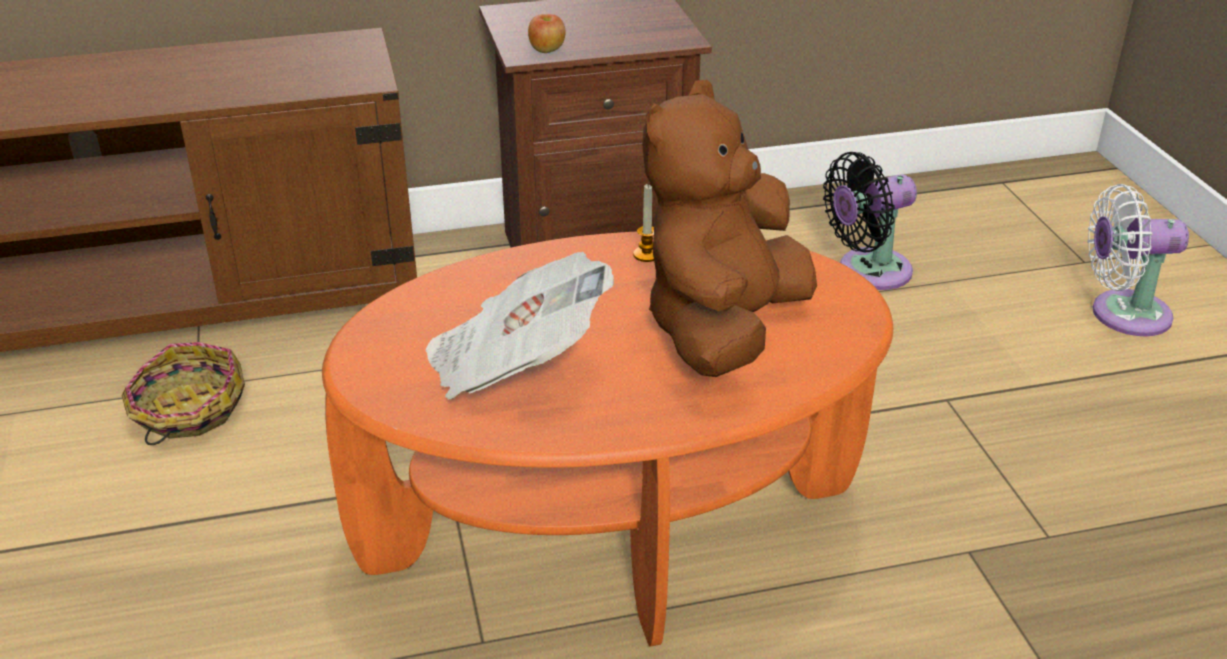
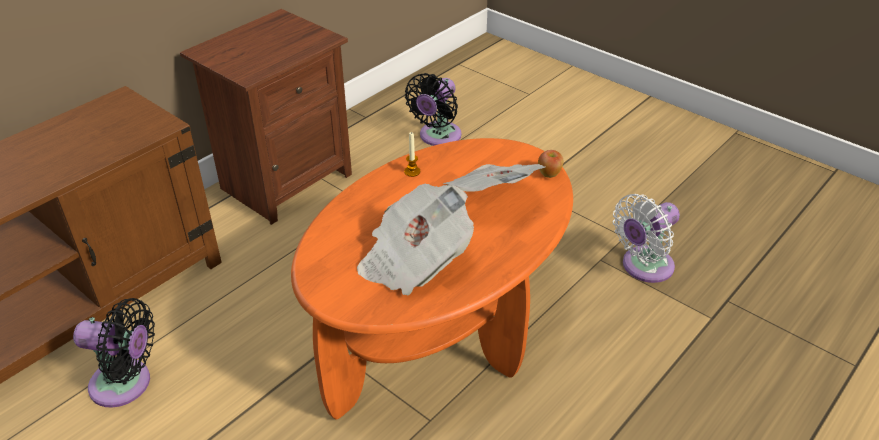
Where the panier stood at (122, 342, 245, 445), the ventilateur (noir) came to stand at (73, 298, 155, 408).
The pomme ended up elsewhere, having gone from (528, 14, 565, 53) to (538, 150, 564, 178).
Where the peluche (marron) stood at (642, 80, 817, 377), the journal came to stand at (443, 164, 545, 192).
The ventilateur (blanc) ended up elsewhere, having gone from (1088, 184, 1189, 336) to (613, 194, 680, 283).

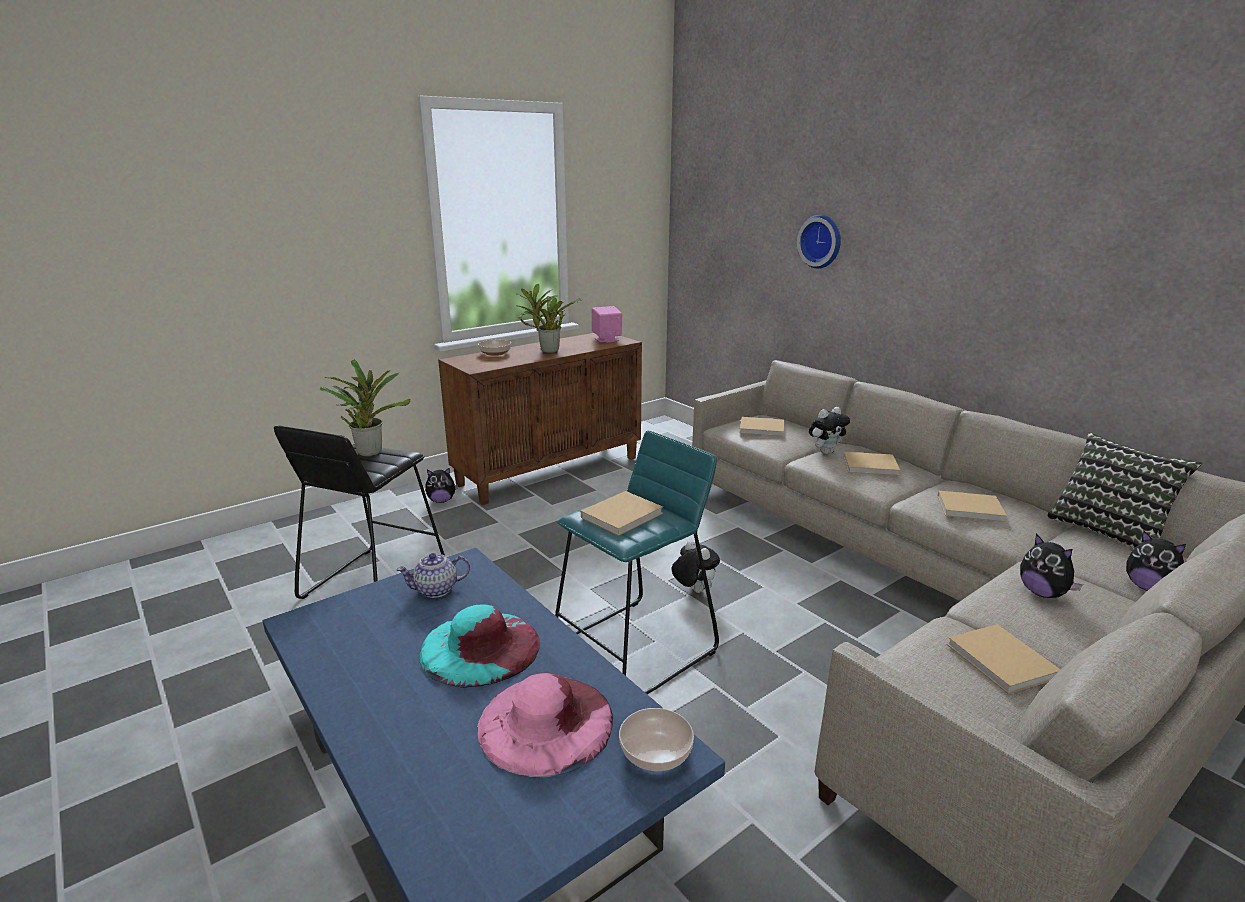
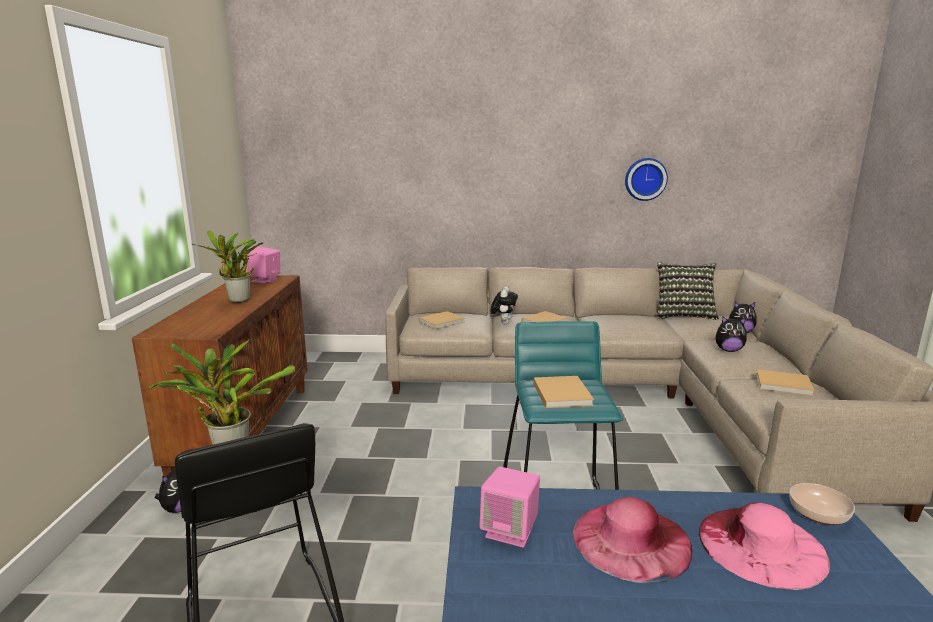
Where the théière stood at (396, 553, 470, 598), the enceinte (rose) came to stand at (479, 467, 540, 547).
What was the chapeau (turquoise) at (419, 604, 540, 688) turned into the chapeau (rose) at (573, 497, 692, 583).
The second view lost the bol at (478, 340, 511, 356).
The second view lost the peluche at (671, 540, 720, 593).
The horloge murale ended up elsewhere, having gone from (797, 215, 841, 269) to (625, 158, 668, 201).
The second view lost the livre (beige) at (937, 490, 1007, 522).

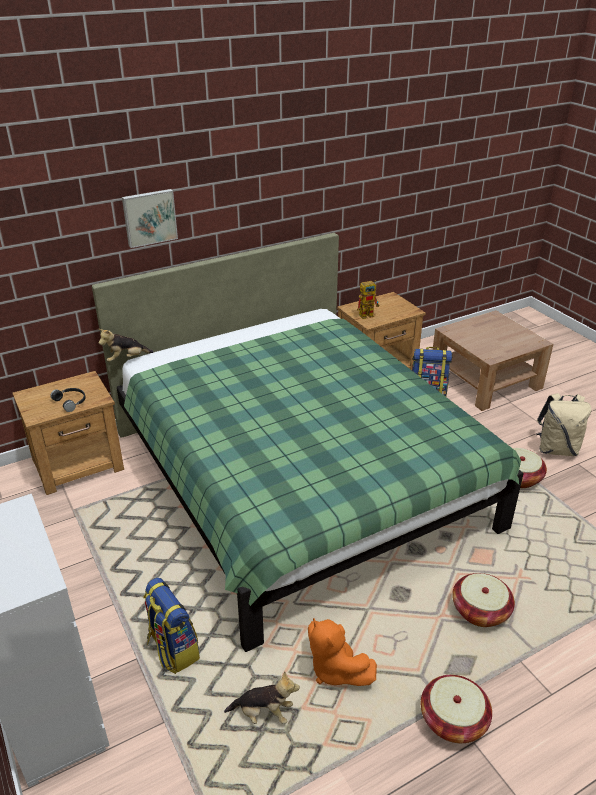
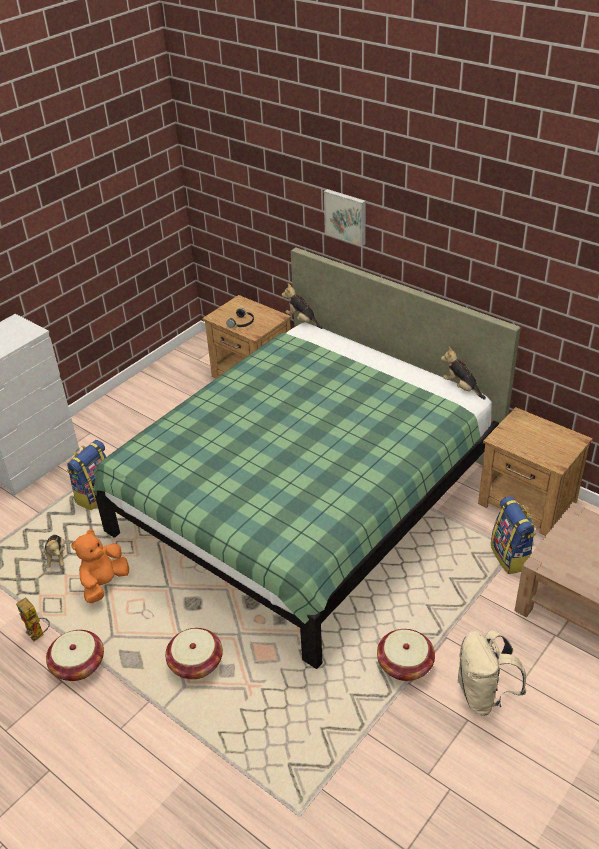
The robot jouet ended up elsewhere, having gone from (357, 280, 380, 319) to (16, 597, 50, 641).
The second view gained the peluche at (441, 346, 486, 399).

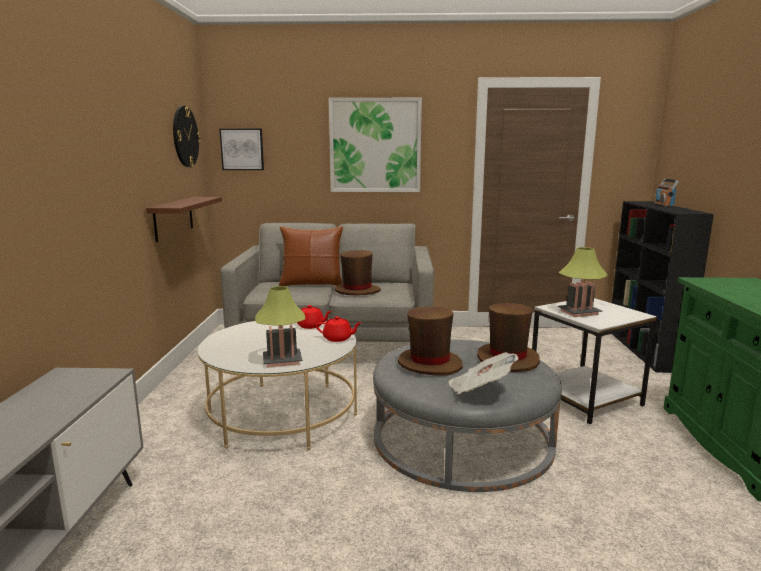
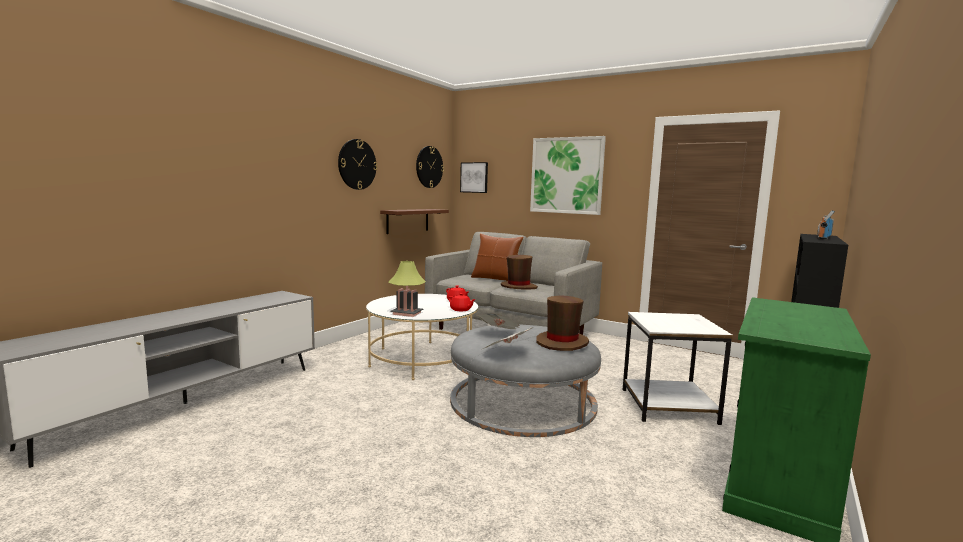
Where the chapeau (marron) stood at (398, 307, 463, 376), the journal came to stand at (476, 313, 520, 329).
The second view lost the lampe de table at (558, 247, 608, 317).
The second view gained the horloge murale at (338, 139, 377, 190).

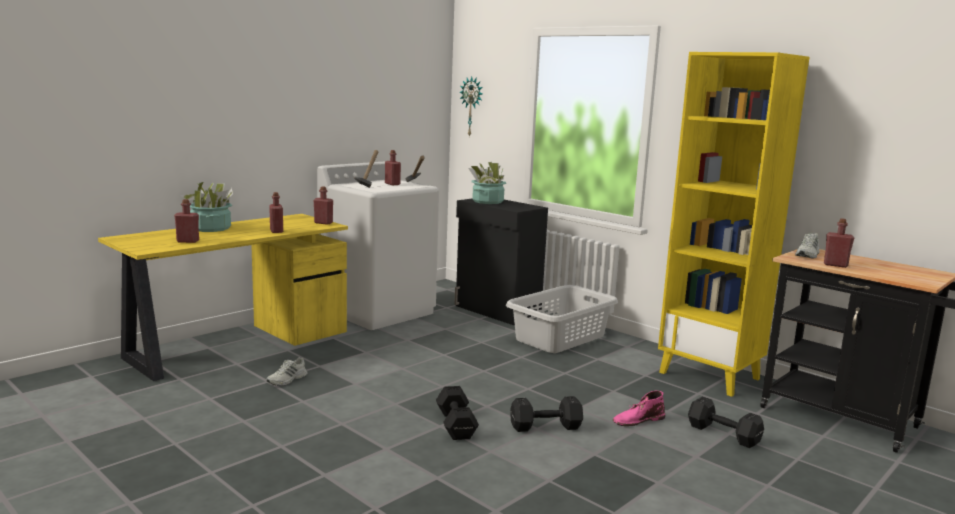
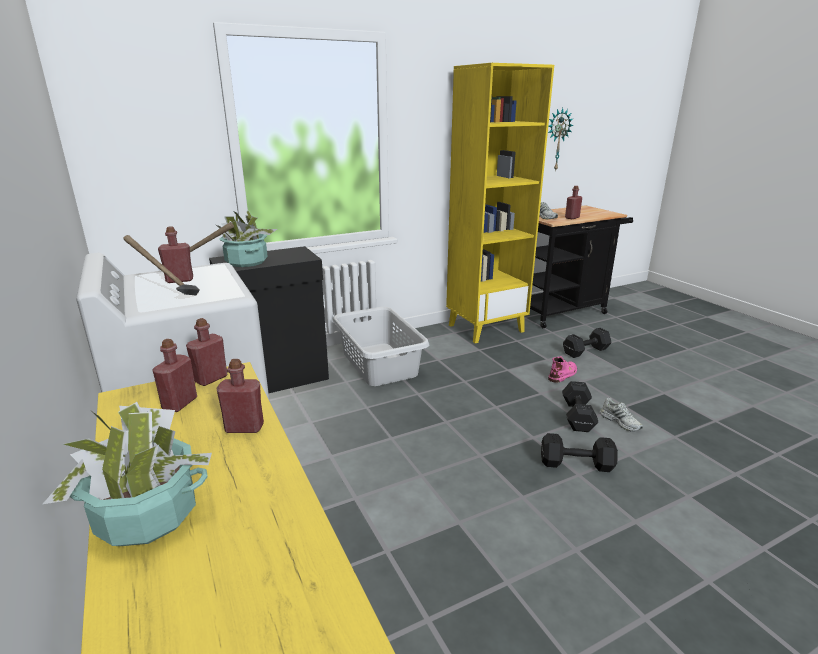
The bouteille (rouge) ended up elsewhere, having gone from (174, 199, 199, 243) to (152, 339, 197, 412).
The chaussure (blanc) ended up elsewhere, having gone from (266, 357, 308, 386) to (600, 398, 643, 432).
The horloge murale ended up elsewhere, having gone from (459, 76, 483, 137) to (548, 108, 574, 172).
The botte (rose) at (613, 391, 665, 426) ended up facing another way, 135 degrees counterclockwise from before.

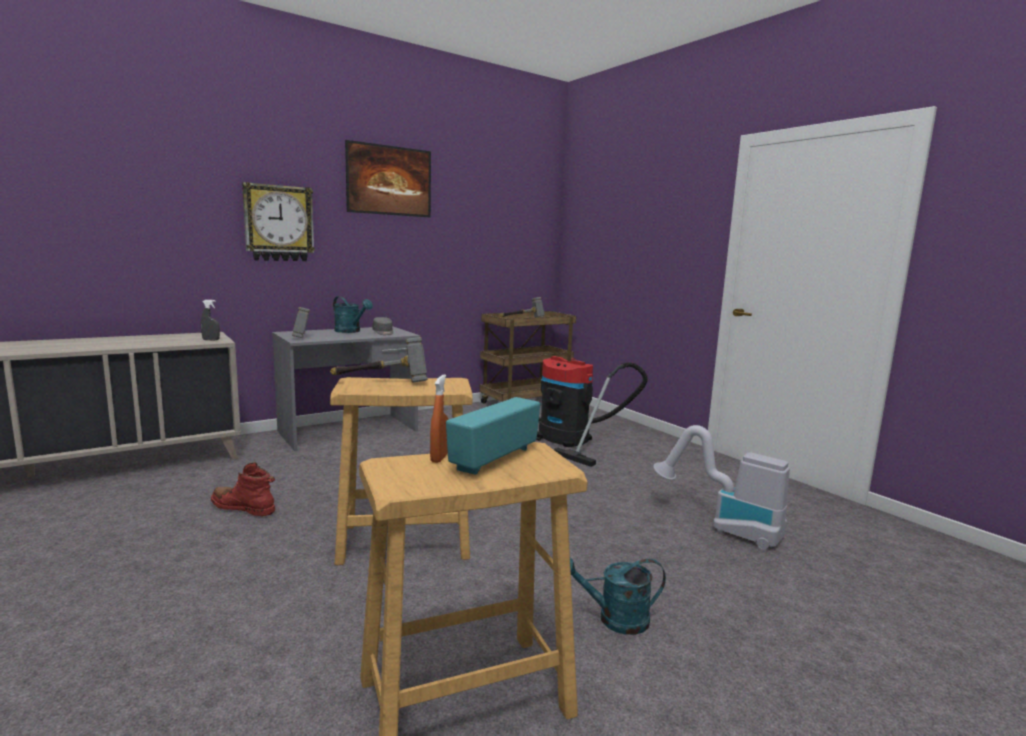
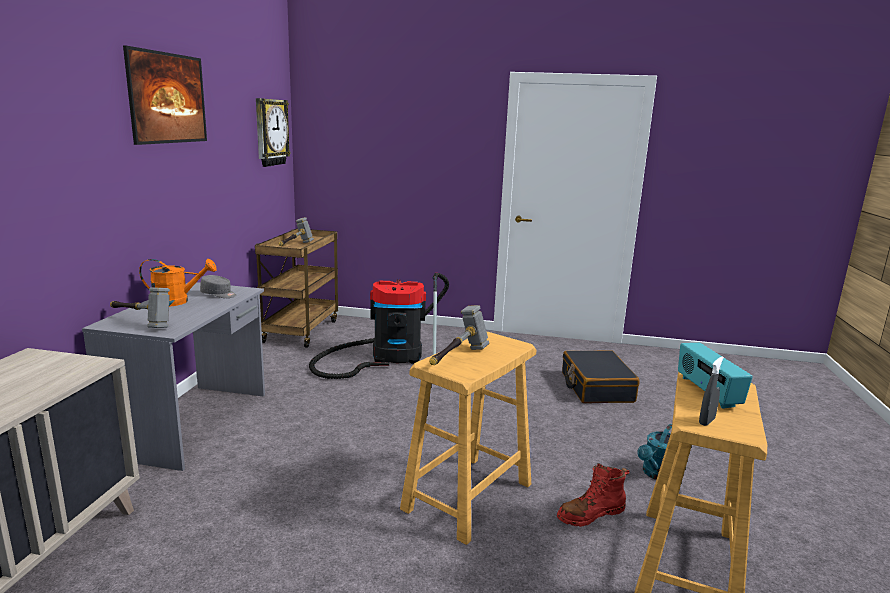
The vaporisateur (gris) ended up elsewhere, having gone from (201, 300, 220, 341) to (699, 357, 724, 426).
The botte (rouge) ended up elsewhere, having gone from (211, 463, 275, 516) to (557, 463, 630, 527).
The horloge murale ended up elsewhere, having gone from (242, 182, 315, 261) to (256, 98, 291, 167).
What was the arrosoir (turquoise) at (333, 296, 373, 333) turned into the arrosoir (orange) at (139, 259, 217, 307).
The second view lost the vaporisateur (orange) at (430, 374, 448, 463).
Where the aspirateur stood at (653, 425, 790, 550), the valise (noir) came to stand at (562, 350, 639, 403).

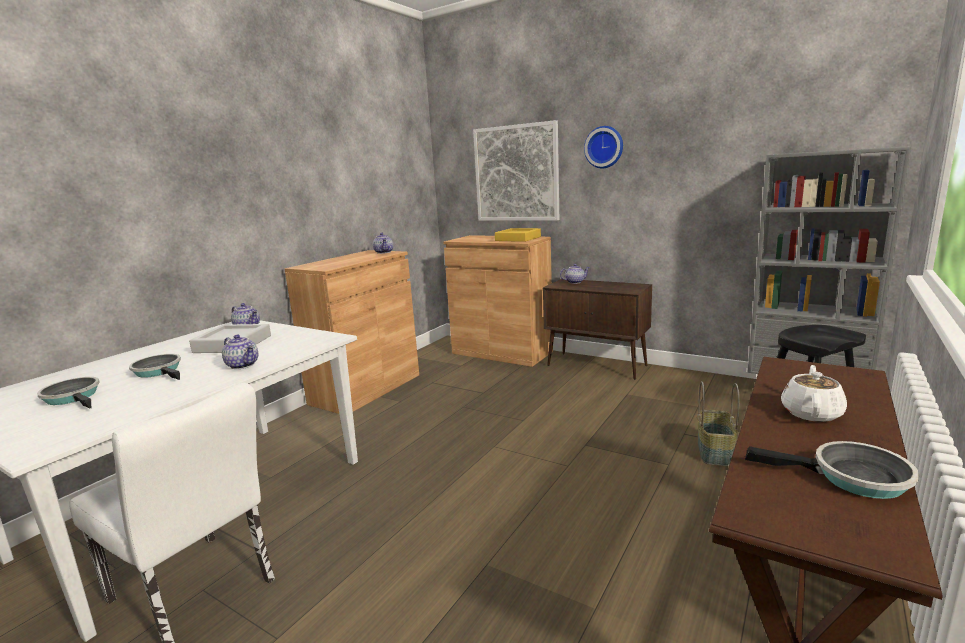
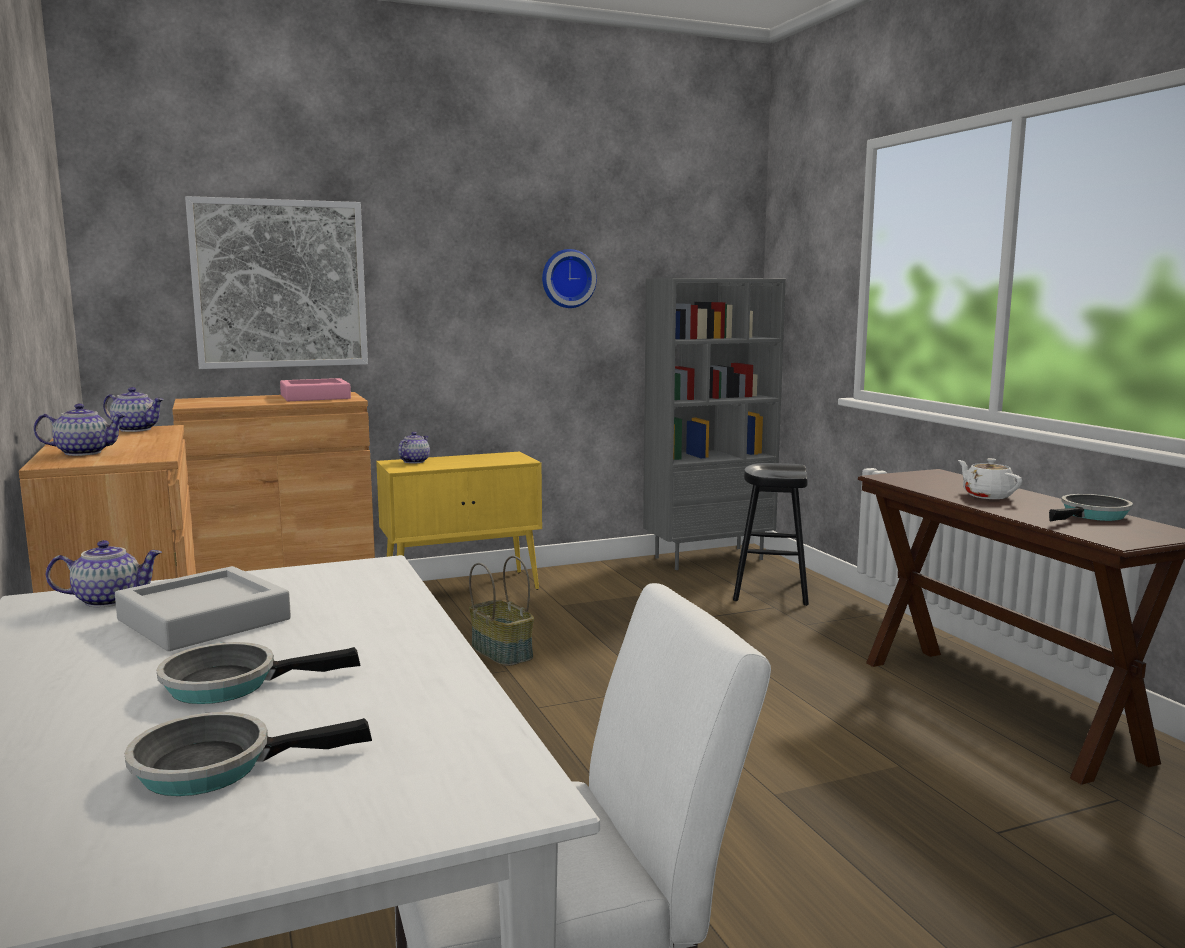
The théière ended up elsewhere, having gone from (222, 335, 258, 369) to (34, 404, 127, 456).
What was the plateau (jaune) at (495, 228, 541, 242) turned into the plateau (rose) at (280, 378, 351, 401).
What was the meuble de rangement (marron) at (543, 279, 652, 380) turned into the meuble de rangement (jaune) at (376, 452, 542, 590).
The horloge murale ended up elsewhere, having gone from (584, 126, 623, 169) to (542, 249, 597, 308).
The panier ended up elsewhere, having gone from (697, 381, 740, 466) to (469, 556, 534, 666).

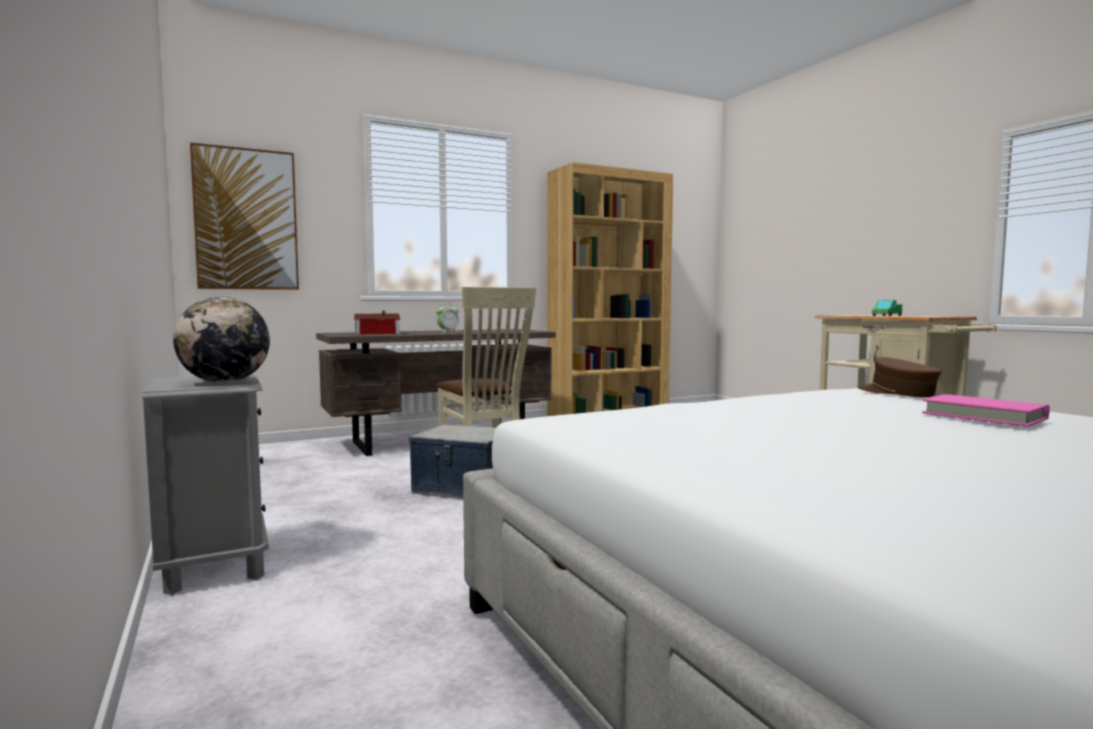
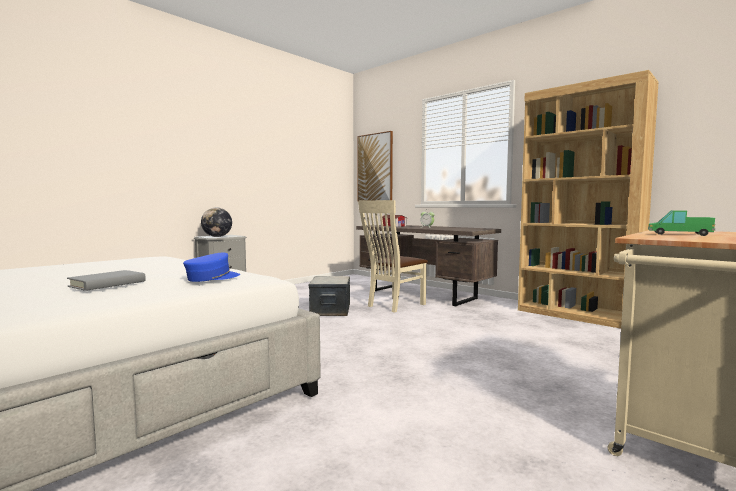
What was the casquette (marron) at (858, 357, 942, 397) turned into the casquette (bleu) at (183, 253, 240, 282).
What was the livre (rose) at (922, 394, 1050, 427) turned into the livre (gris) at (67, 270, 146, 291).

